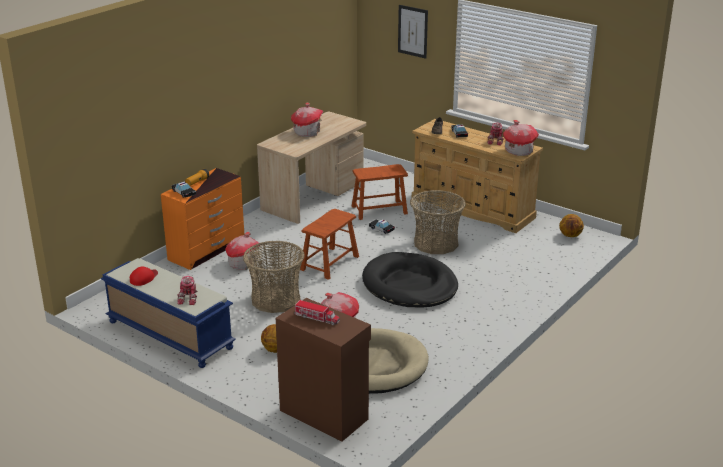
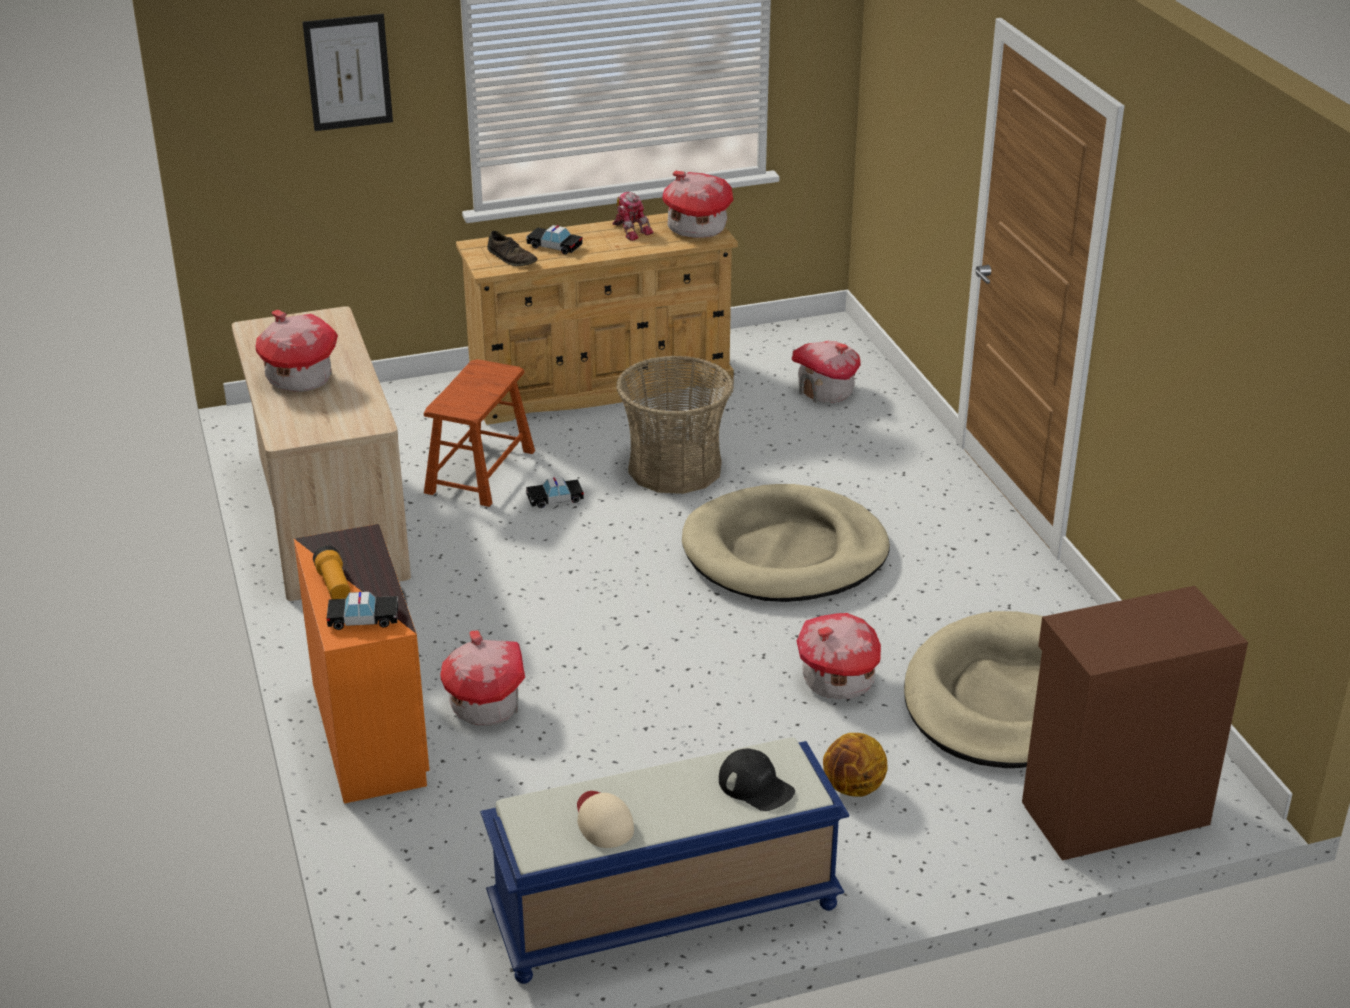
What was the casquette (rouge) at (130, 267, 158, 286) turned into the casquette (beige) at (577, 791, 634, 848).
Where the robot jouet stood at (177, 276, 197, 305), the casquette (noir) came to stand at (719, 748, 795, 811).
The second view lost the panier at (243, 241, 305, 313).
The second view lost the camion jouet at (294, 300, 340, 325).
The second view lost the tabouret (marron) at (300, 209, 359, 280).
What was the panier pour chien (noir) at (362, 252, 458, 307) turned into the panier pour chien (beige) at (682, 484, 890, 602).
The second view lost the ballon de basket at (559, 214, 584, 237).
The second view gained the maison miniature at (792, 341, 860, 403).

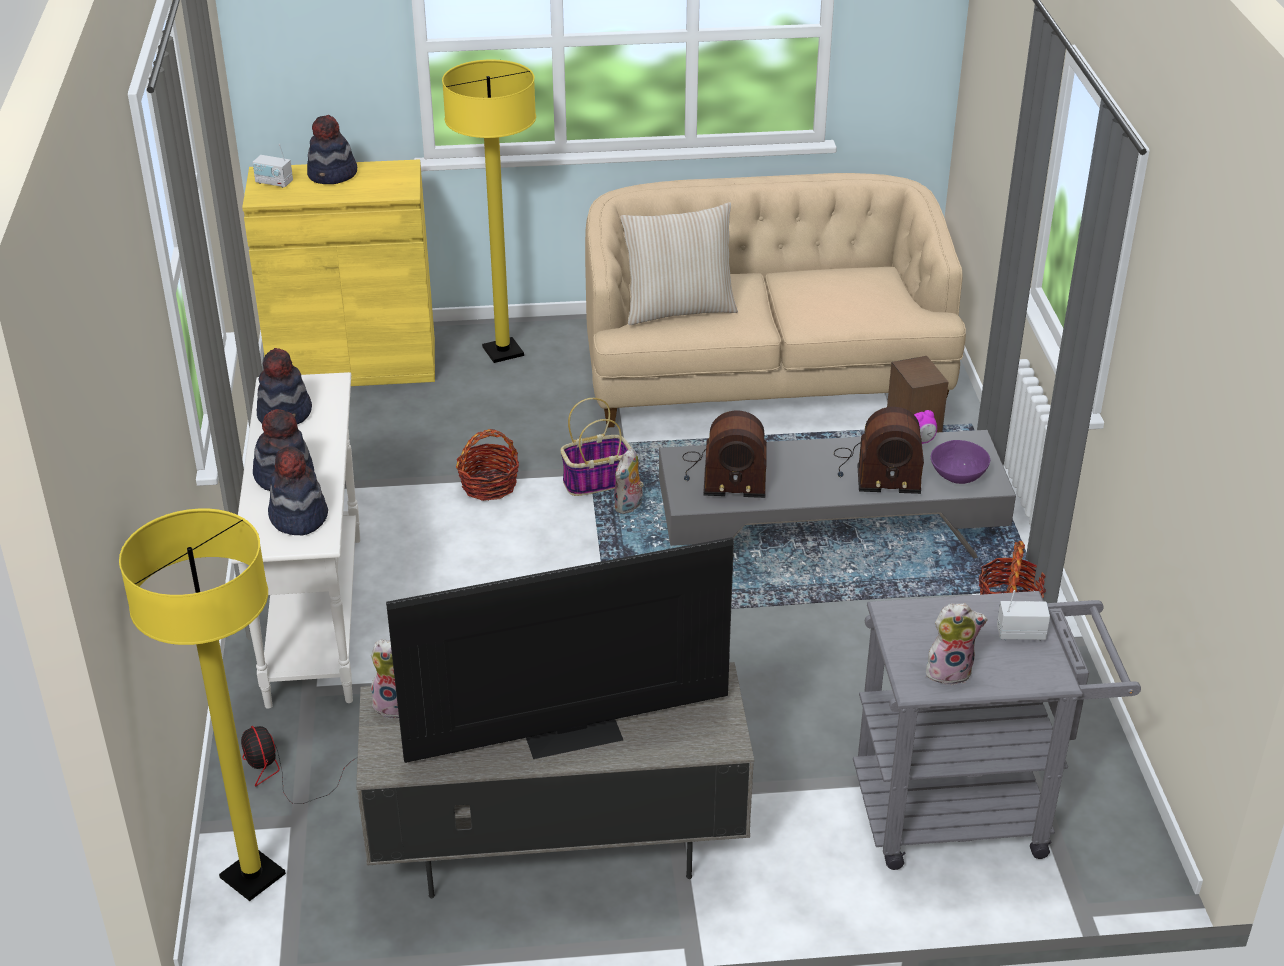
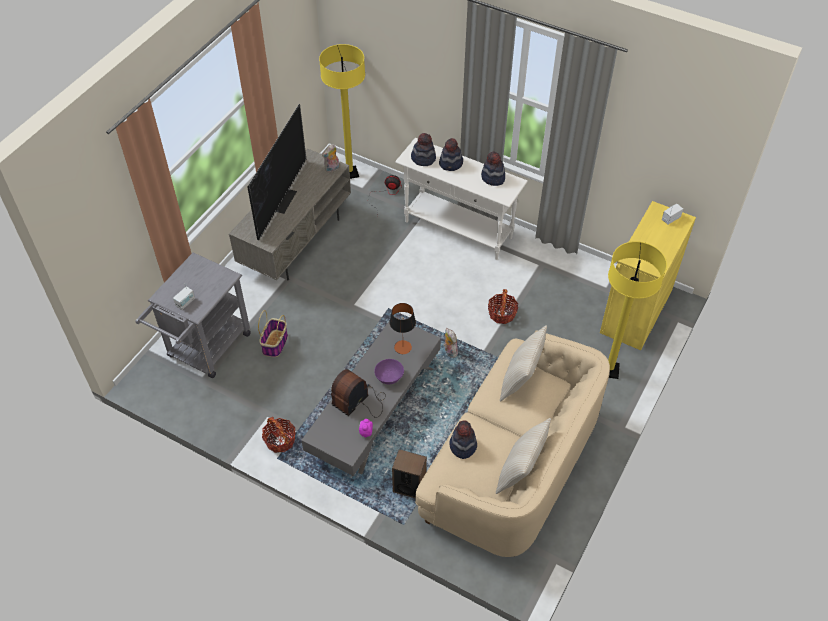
The chapeau ended up elsewhere, having gone from (307, 115, 357, 184) to (449, 421, 477, 459).
The panier ended up elsewhere, having gone from (560, 398, 631, 496) to (258, 310, 288, 357).
Where the radio stood at (682, 411, 767, 498), the lampe de table came to stand at (389, 303, 416, 354).
The second view lost the peluche at (926, 603, 988, 685).
The bol (violet) ended up elsewhere, having gone from (931, 440, 990, 484) to (374, 359, 404, 384).
The second view gained the coussin (beige) at (496, 418, 551, 494).

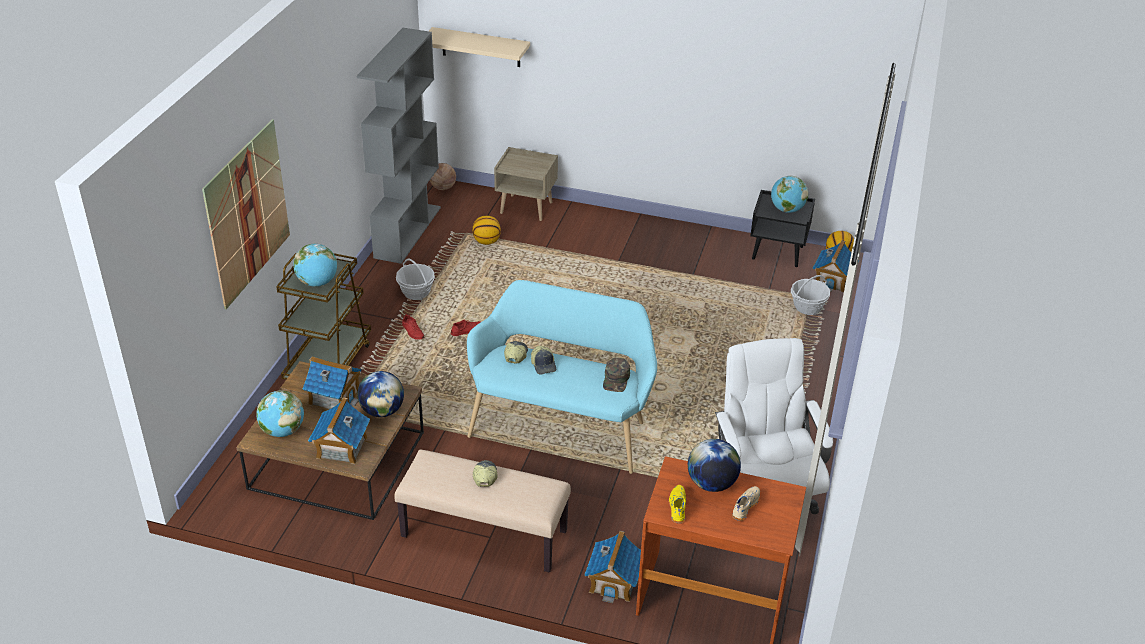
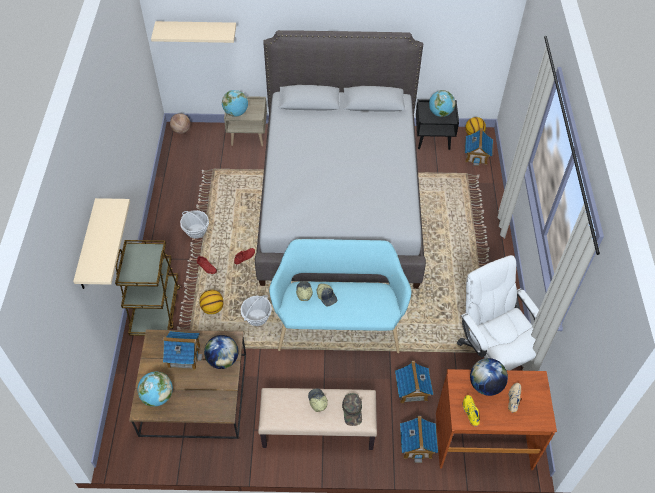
Where the tableau hung at (202, 119, 290, 309), the étagère (beige) came to hang at (73, 198, 130, 289).
The globe ended up elsewhere, having gone from (293, 244, 337, 287) to (222, 90, 248, 117).
The maison miniature ended up elsewhere, having gone from (308, 397, 370, 464) to (395, 361, 433, 403).
The second view lost the bibliothèque (gris) at (357, 28, 441, 264).
The ballon de basket ended up elsewhere, having gone from (472, 216, 501, 245) to (199, 290, 224, 314).
The casquette (vert) ended up elsewhere, having gone from (603, 358, 630, 392) to (342, 393, 362, 426).
The panier ended up elsewhere, having gone from (791, 275, 830, 315) to (241, 295, 272, 326).
The second view gained the lit (gris) at (255, 30, 426, 289).

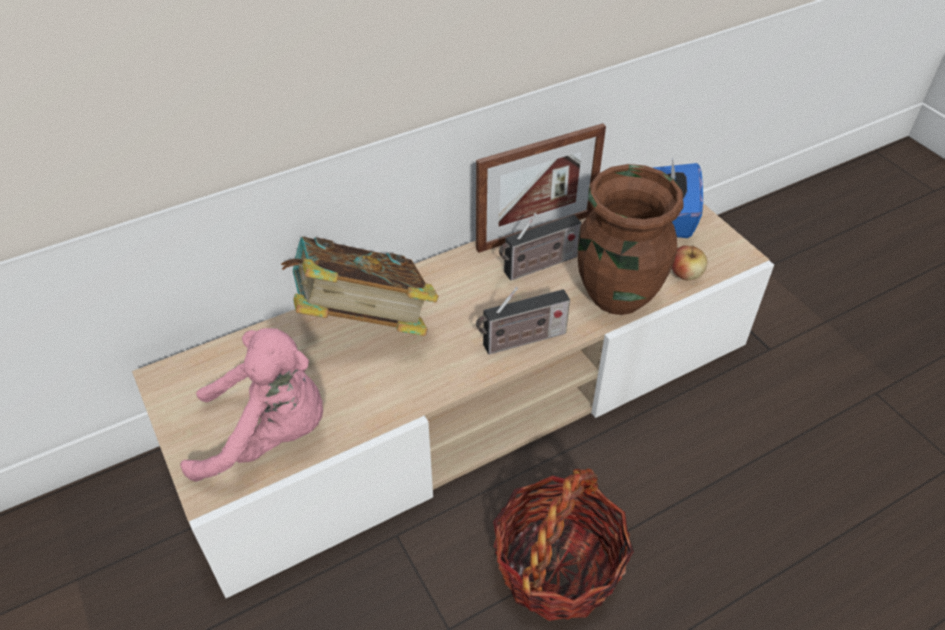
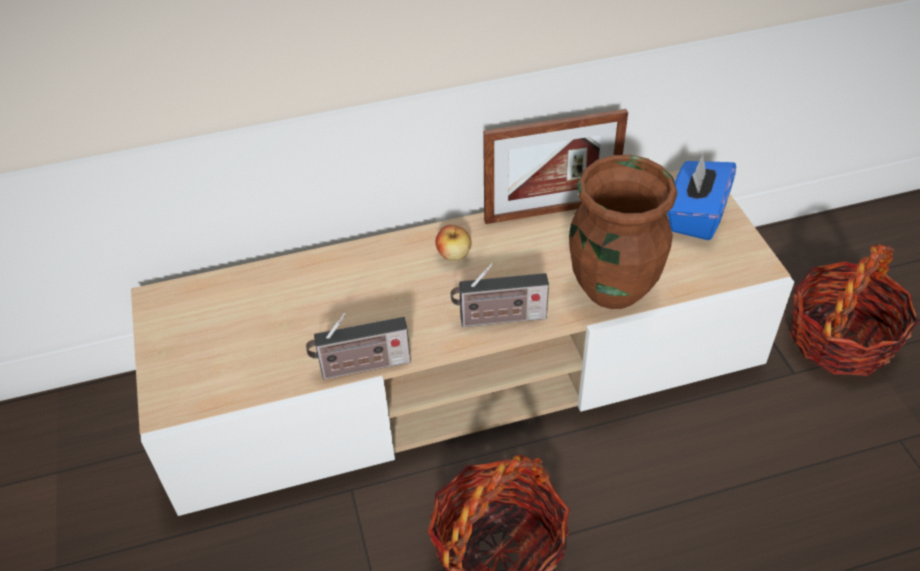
The second view lost the peluche (rose) at (180, 328, 323, 482).
The second view lost the livre at (281, 237, 438, 336).
The radio ended up elsewhere, having gone from (499, 213, 581, 280) to (306, 313, 411, 380).
The pomme ended up elsewhere, having gone from (672, 245, 707, 280) to (435, 225, 472, 261).
The second view gained the panier at (790, 244, 919, 376).

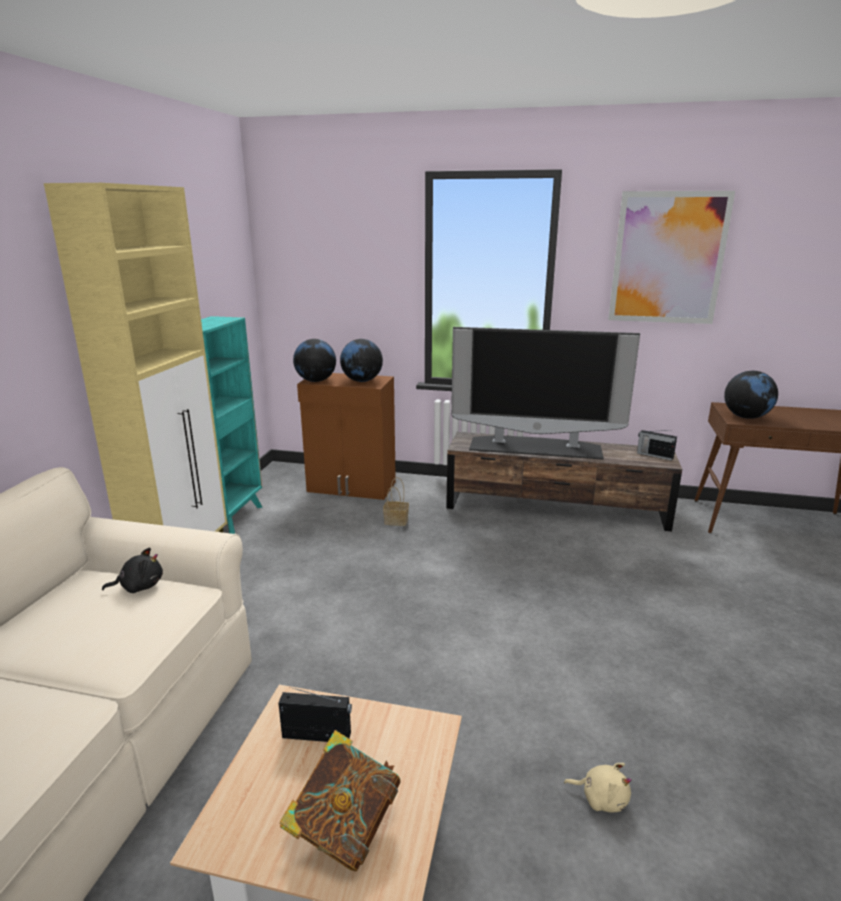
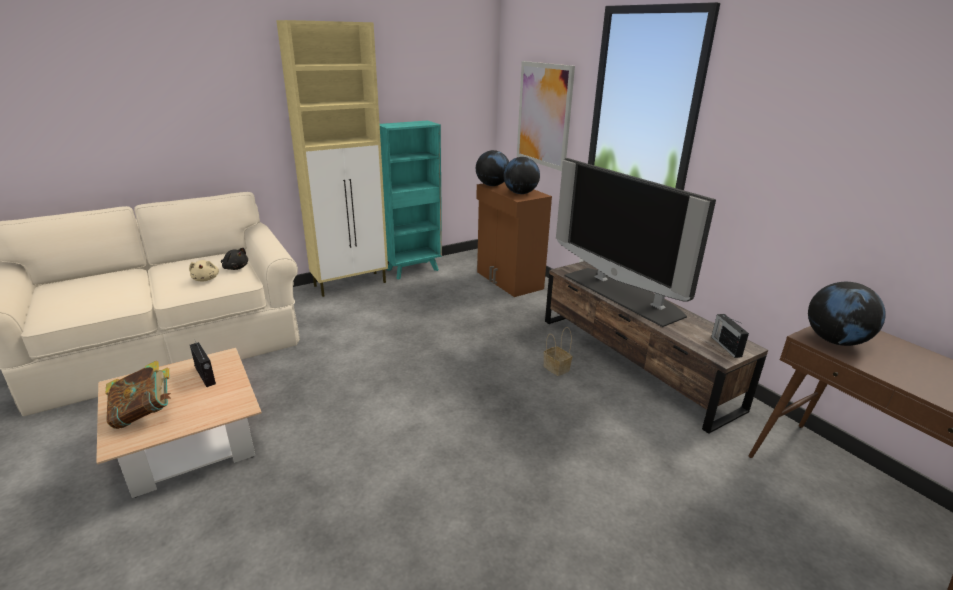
The panier ended up elsewhere, having gone from (383, 477, 409, 526) to (544, 327, 572, 376).
The peluche (beige) ended up elsewhere, having gone from (564, 763, 632, 812) to (189, 260, 219, 282).
The tableau ended up elsewhere, having gone from (608, 191, 735, 324) to (517, 61, 575, 171).

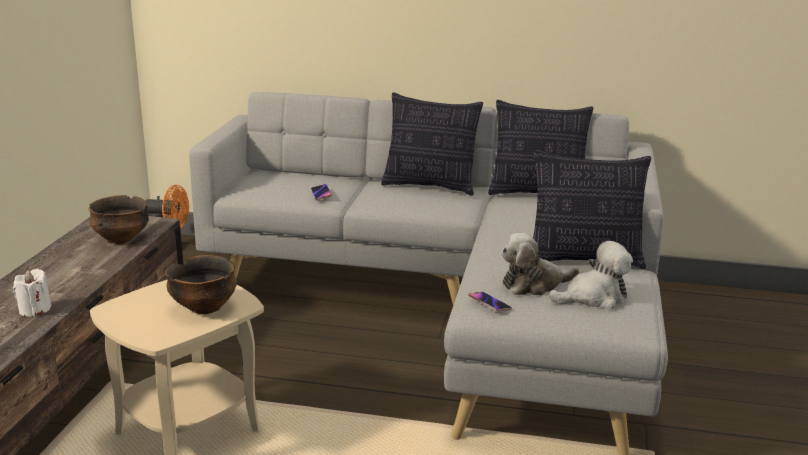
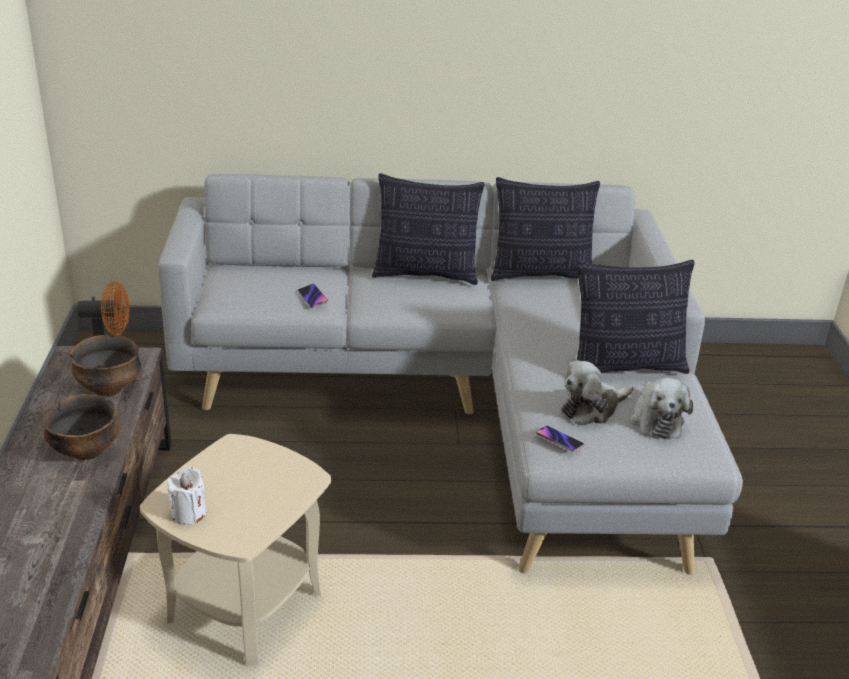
The bougie (blanc) ended up elsewhere, having gone from (13, 269, 51, 317) to (167, 467, 206, 524).
The bol ended up elsewhere, having gone from (165, 255, 237, 314) to (42, 394, 120, 460).
The peluche at (549, 241, 633, 309) ended up facing another way, 120 degrees clockwise from before.

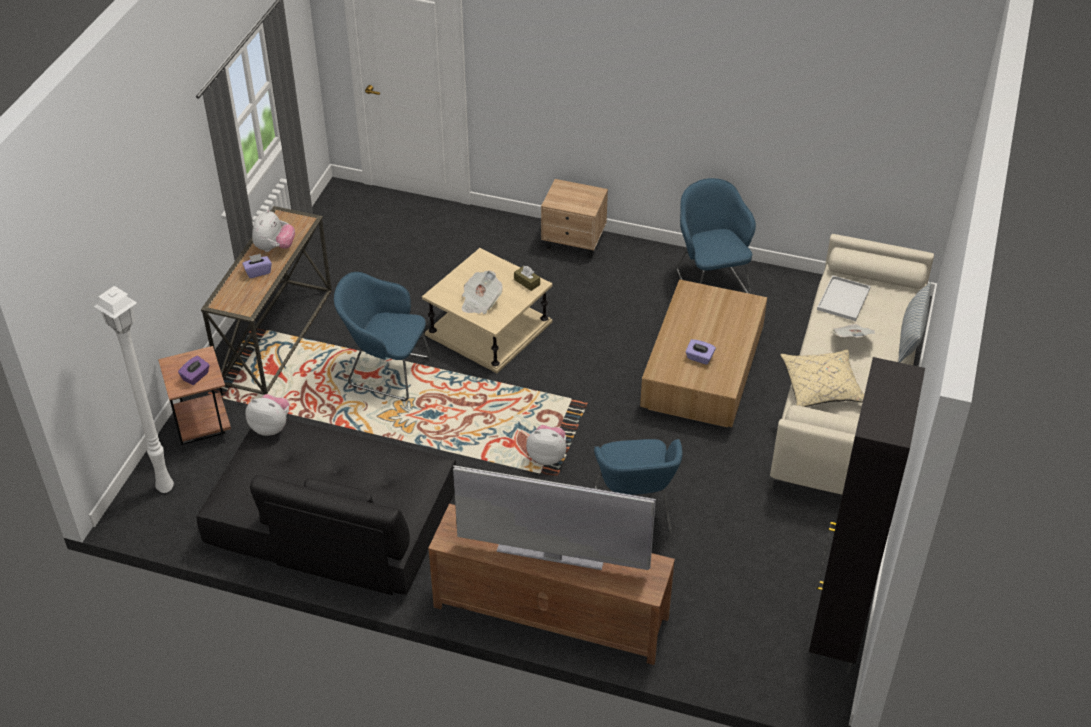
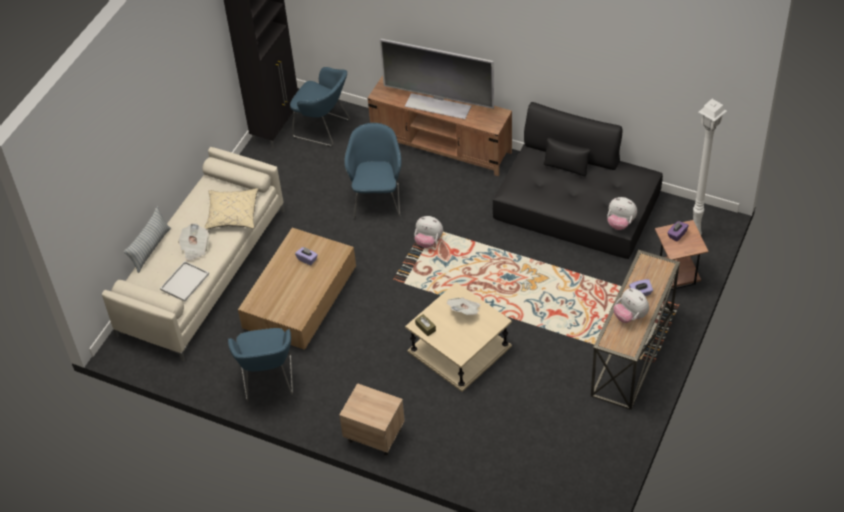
The peluche at (252, 209, 295, 252) ended up facing another way, 60 degrees counterclockwise from before.
The fauteuil (bleu) ended up elsewhere, having gone from (334, 272, 431, 401) to (290, 67, 350, 147).

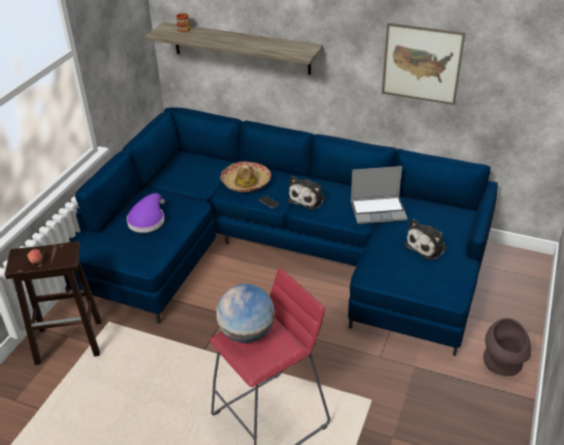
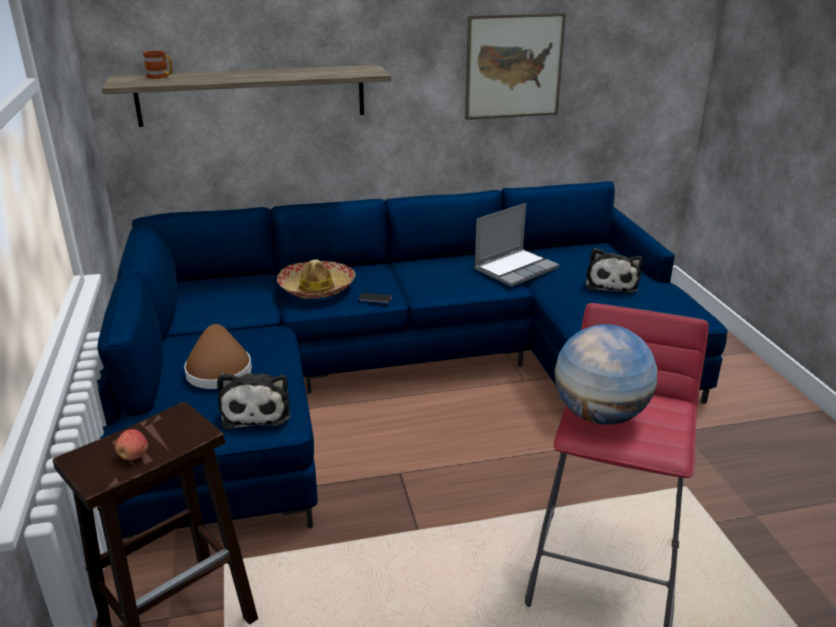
What was the chapeau (violet) at (127, 193, 165, 233) turned into the chapeau (marron) at (184, 324, 252, 389).
The peluche ended up elsewhere, having gone from (288, 176, 325, 209) to (217, 373, 290, 430).
The second view lost the vase (marron) at (483, 318, 531, 376).

